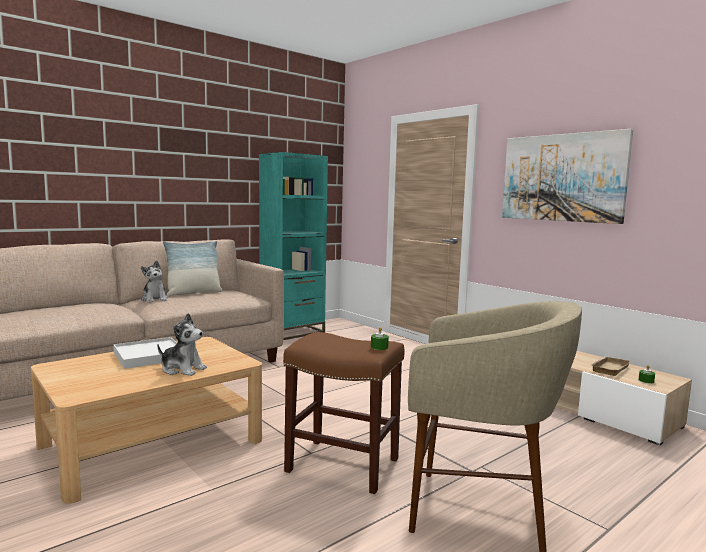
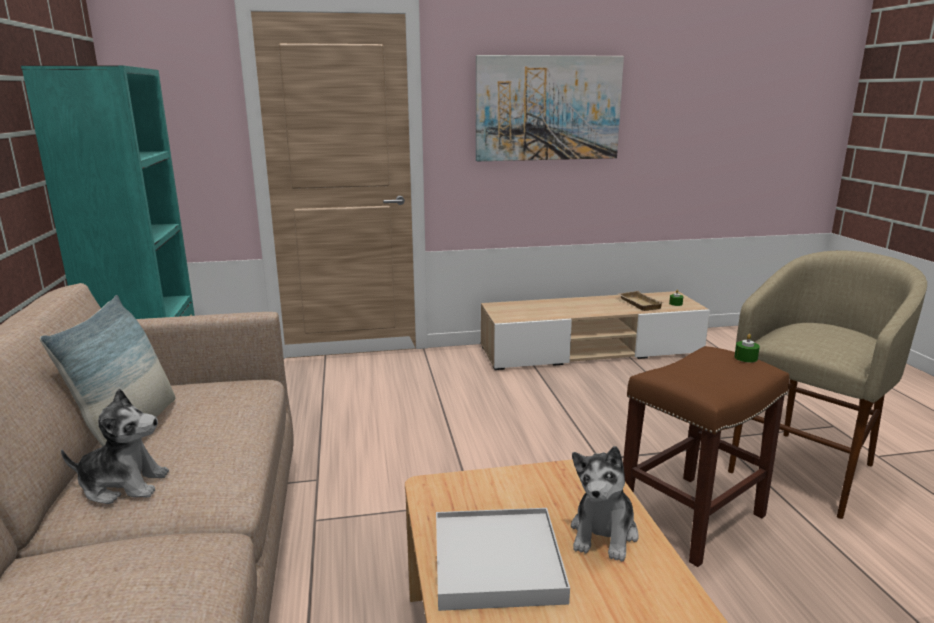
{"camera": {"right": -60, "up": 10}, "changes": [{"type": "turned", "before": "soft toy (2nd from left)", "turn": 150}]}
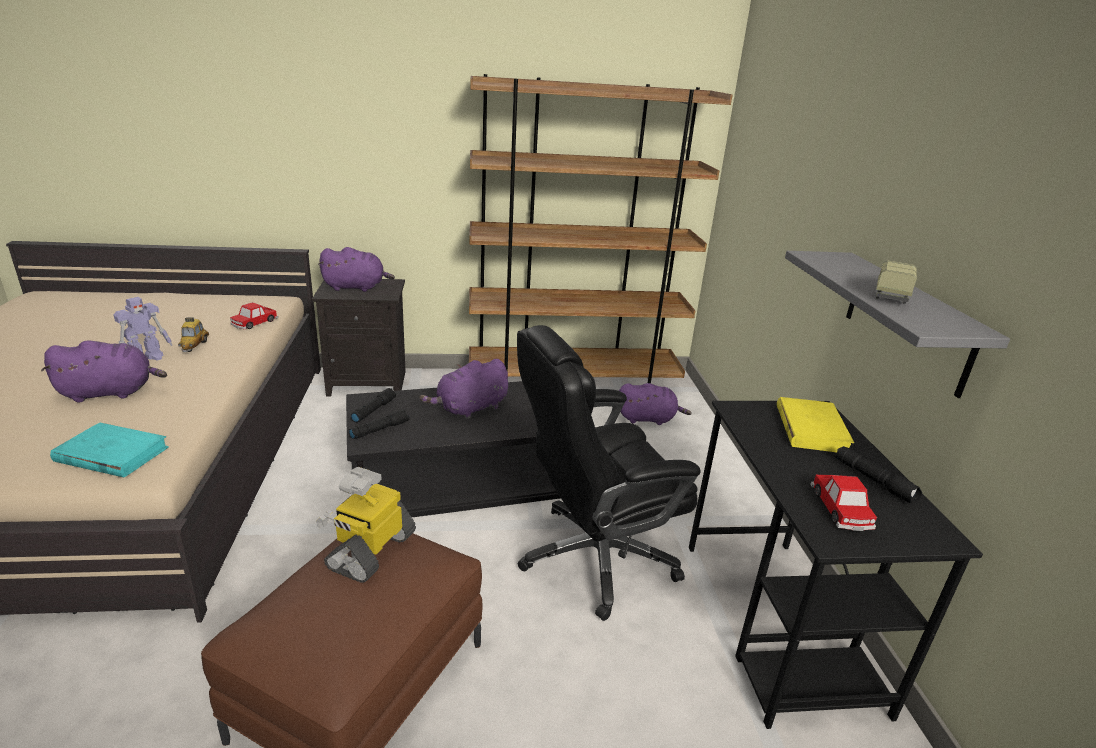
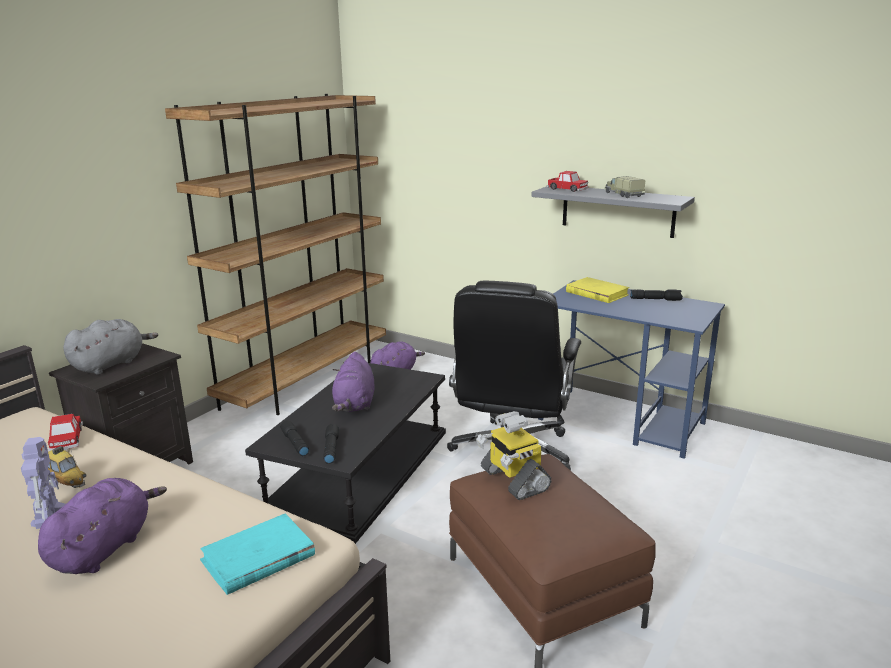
{"camera": {"right": -50, "up": -5}, "changes": [{"type": "recoloured", "before": "purple soft toy (2nd from left)", "after": "greyish soft toy"}, {"type": "recoloured", "before": "black-coloured desk table", "after": "blue desk table"}, {"type": "moved", "before": "toy car (3rd from left)"}]}
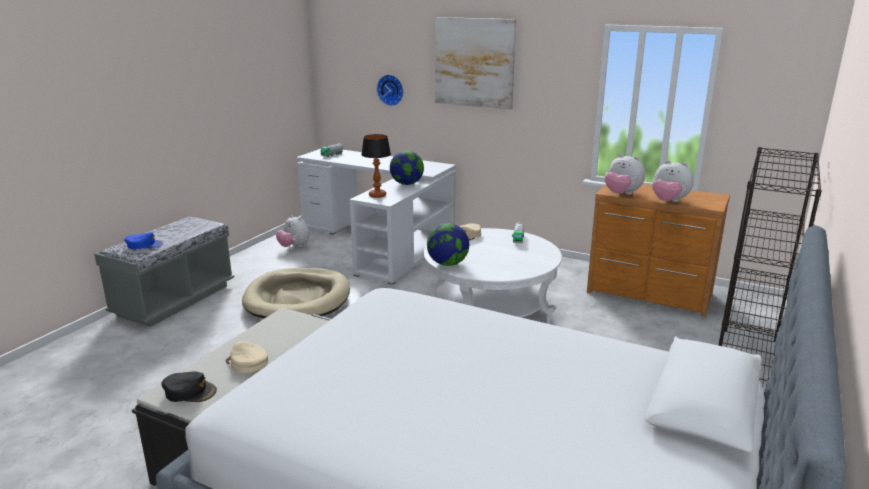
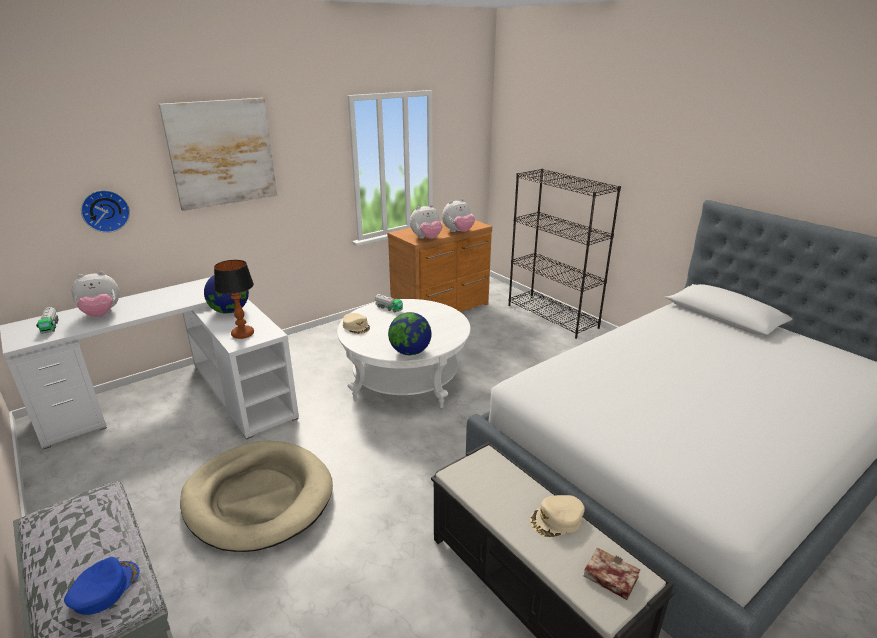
{"camera": {"right": -65, "up": 5}, "changes": [{"type": "moved", "before": "soft toy (1st from left)"}, {"type": "replaced", "before": "black-coloured cap", "after": "bound book"}]}
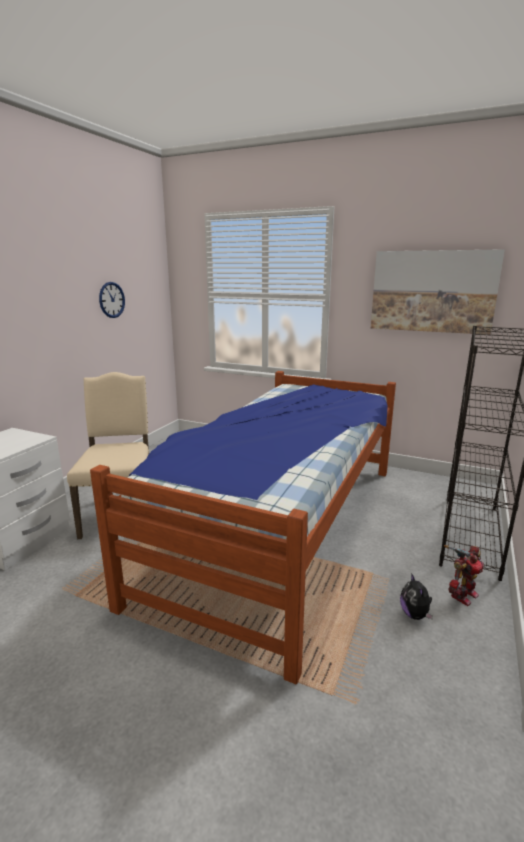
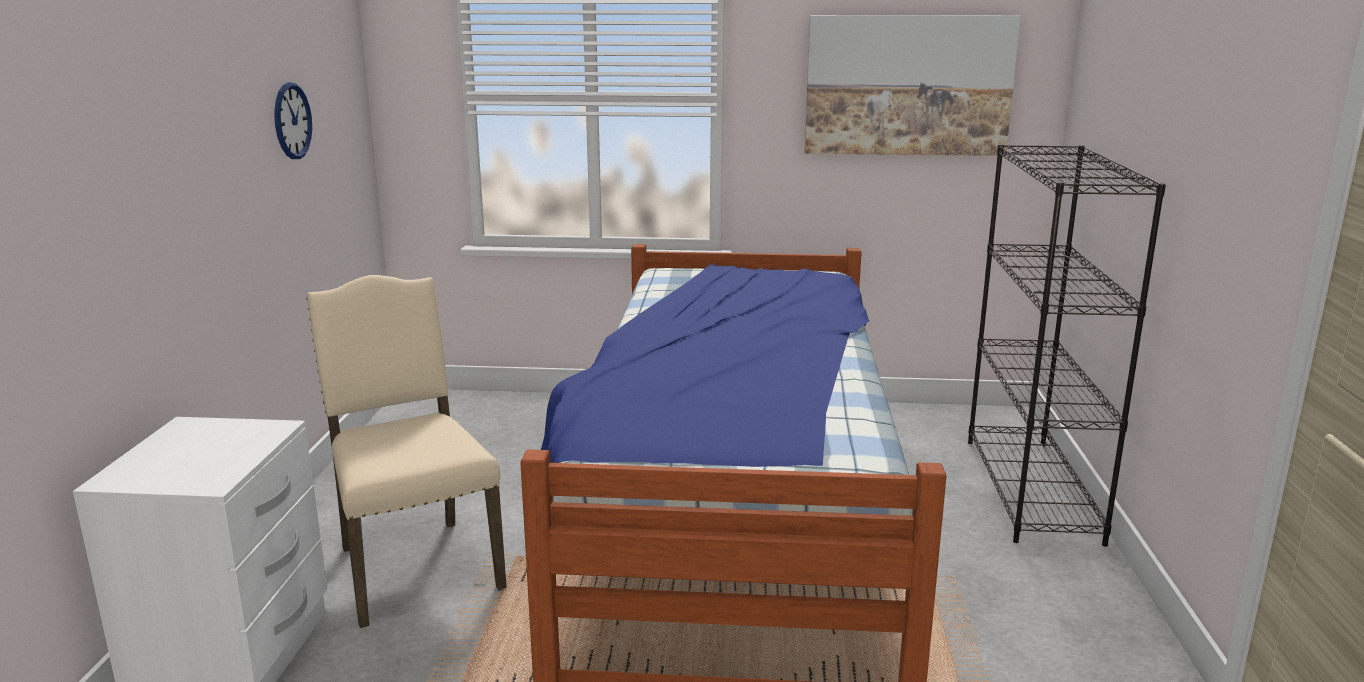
{"camera": {"right": -20, "up": 0}, "changes": [{"type": "removed", "before": "soft toy"}, {"type": "removed", "before": "robot figure"}]}
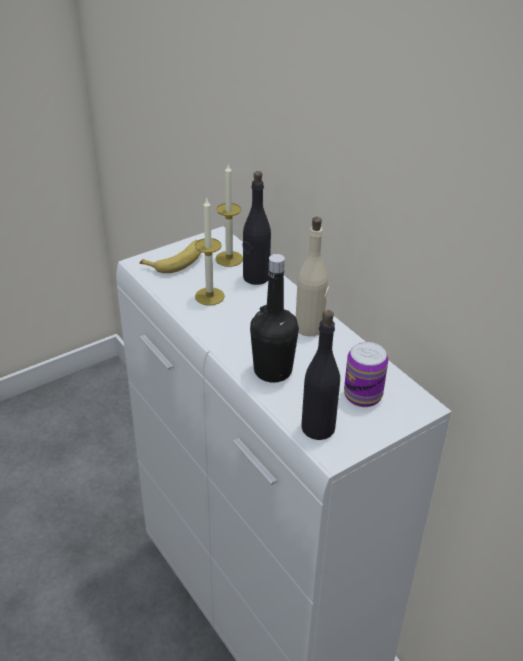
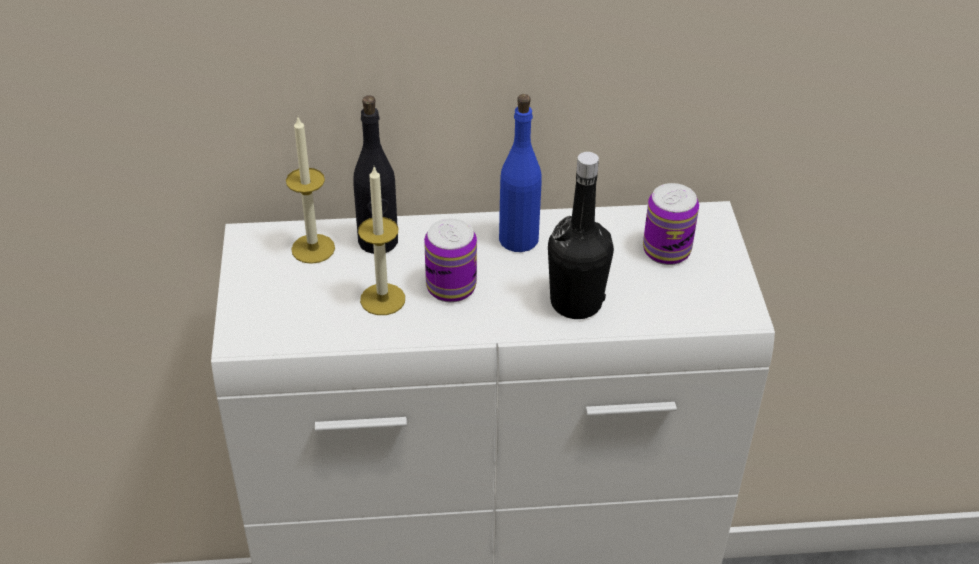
{"camera": {"right": -60, "up": 5}, "changes": [{"type": "added", "after": "sealed can (1st from left)"}, {"type": "recoloured", "before": "beige bottle", "after": "blue bottle"}, {"type": "removed", "before": "whole banana"}, {"type": "removed", "before": "black-coloured bottle (3rd from left)"}]}
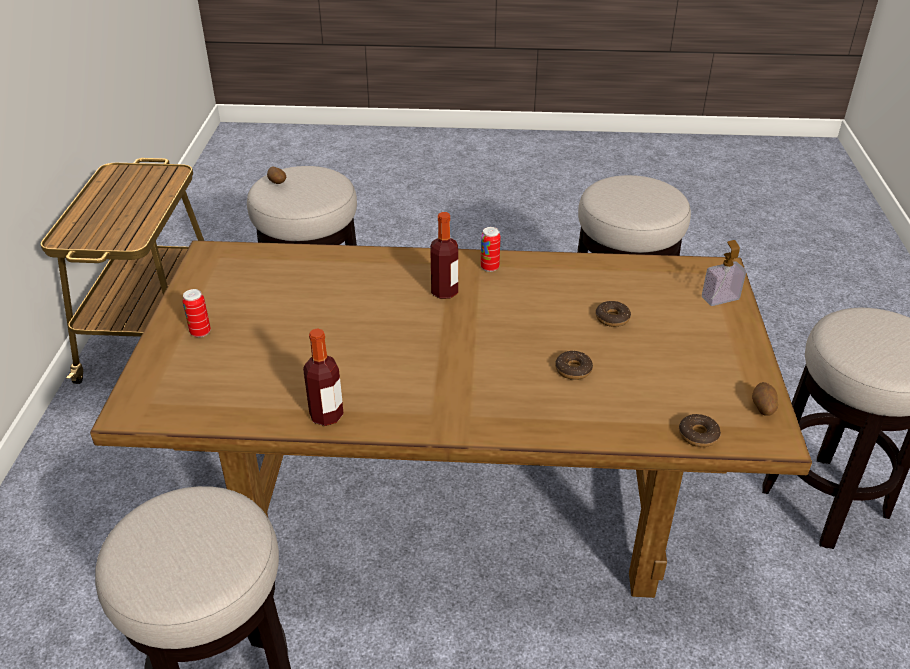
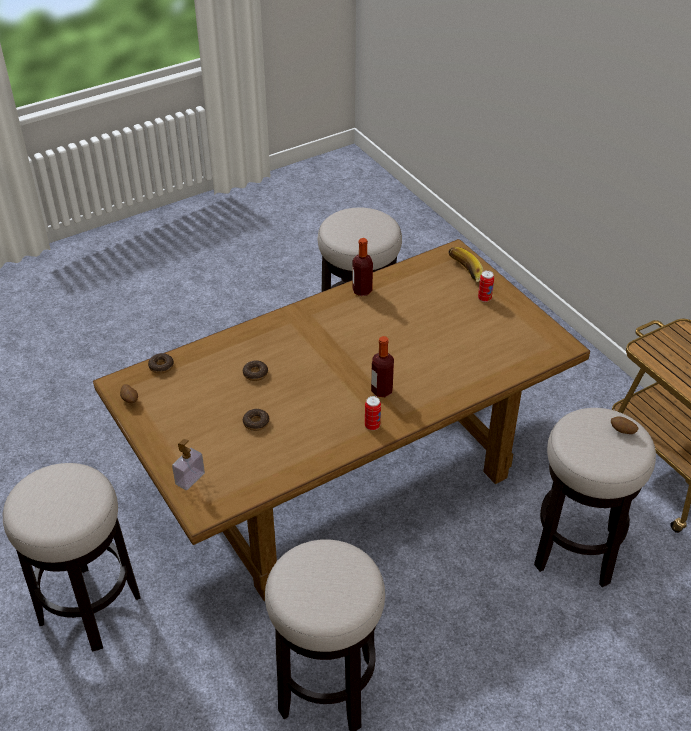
{"camera": {"right": 145, "up": 5}, "changes": [{"type": "added", "after": "whole banana"}]}
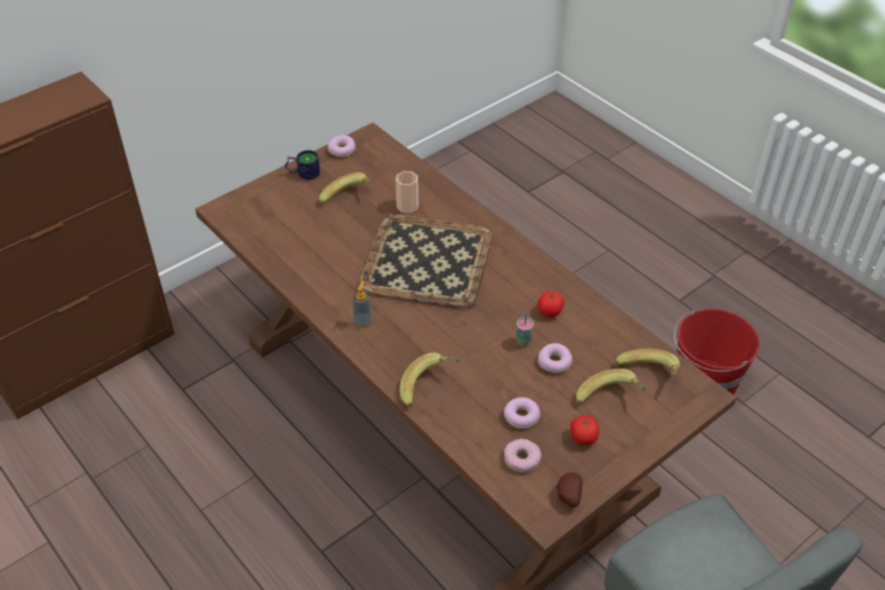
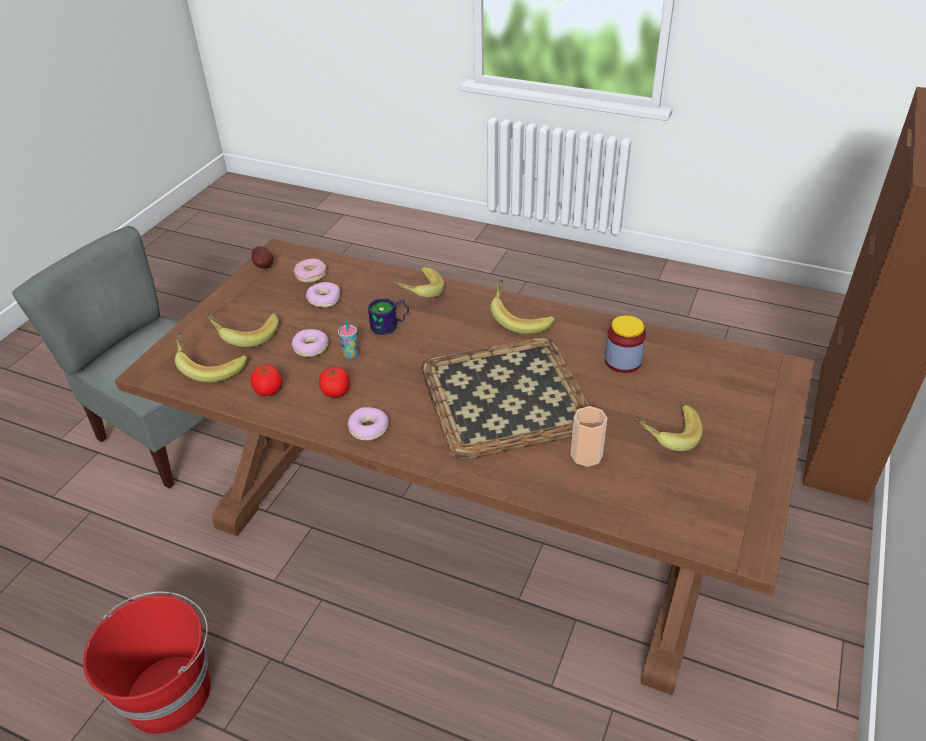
{"camera": {"right": 155, "up": -5}, "changes": [{"type": "moved", "before": "whole tomato (2nd from left in the first image)", "after": "whole tomato (1st from left)"}, {"type": "moved", "before": "ring doughnut (1st from left in the first image)", "after": "ring doughnut (4th from left)"}, {"type": "moved", "before": "tea mug"}, {"type": "replaced", "before": "soap dispenser", "after": "whole banana (4th from left)"}, {"type": "added", "after": "jar"}]}
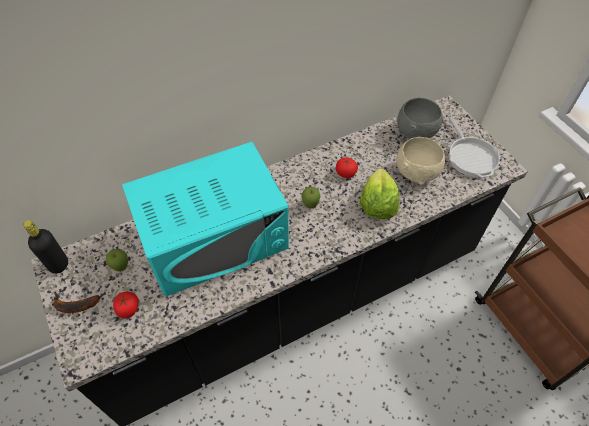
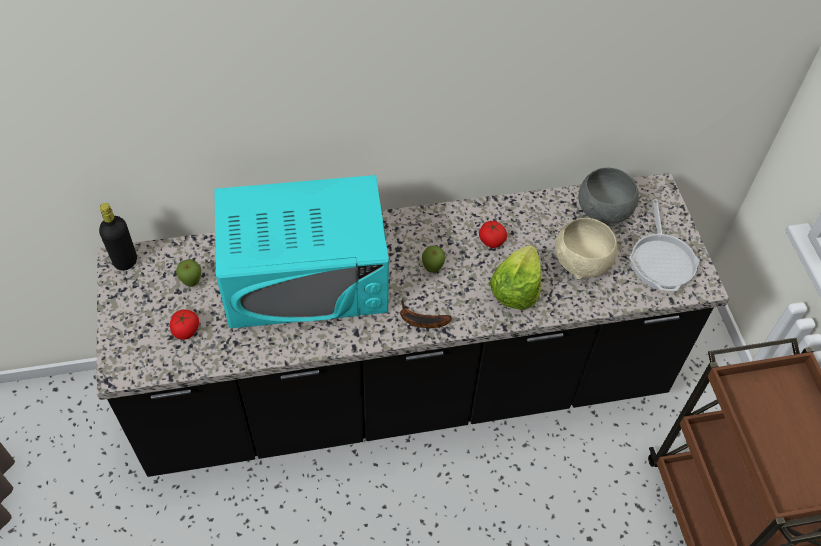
{"camera": {"right": 15, "up": 0}, "changes": [{"type": "moved", "before": "whole banana"}]}
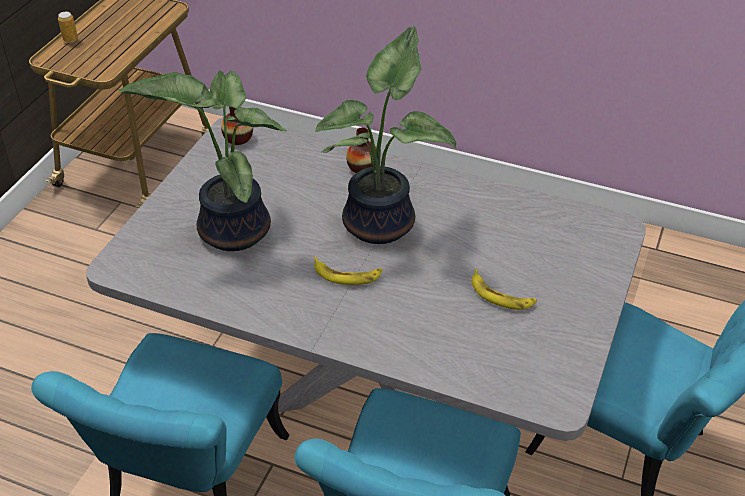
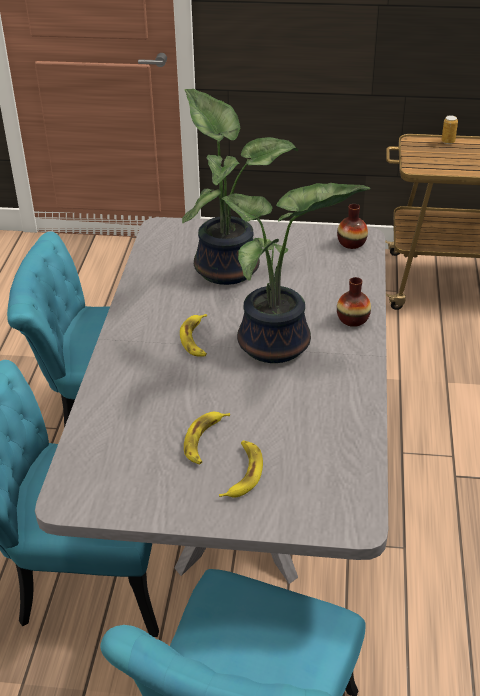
{"camera": {"right": 75, "up": -5}, "changes": [{"type": "added", "after": "whole banana (3rd from left)"}]}
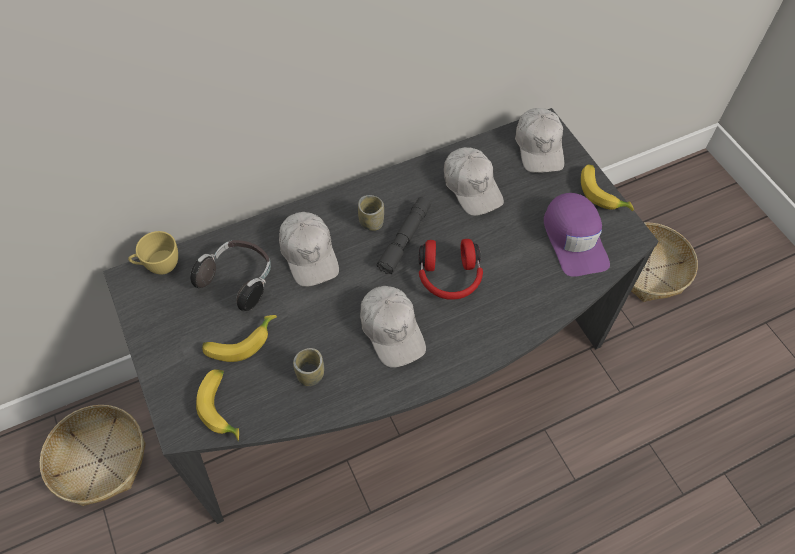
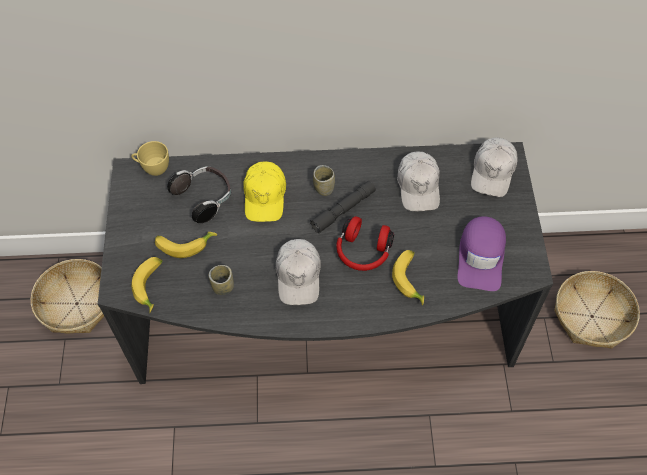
{"camera": {"right": 25, "up": 0}, "changes": [{"type": "recoloured", "before": "white cap (1st from left)", "after": "yellow-coloured cap"}, {"type": "moved", "before": "whole banana (3rd from left)"}]}
